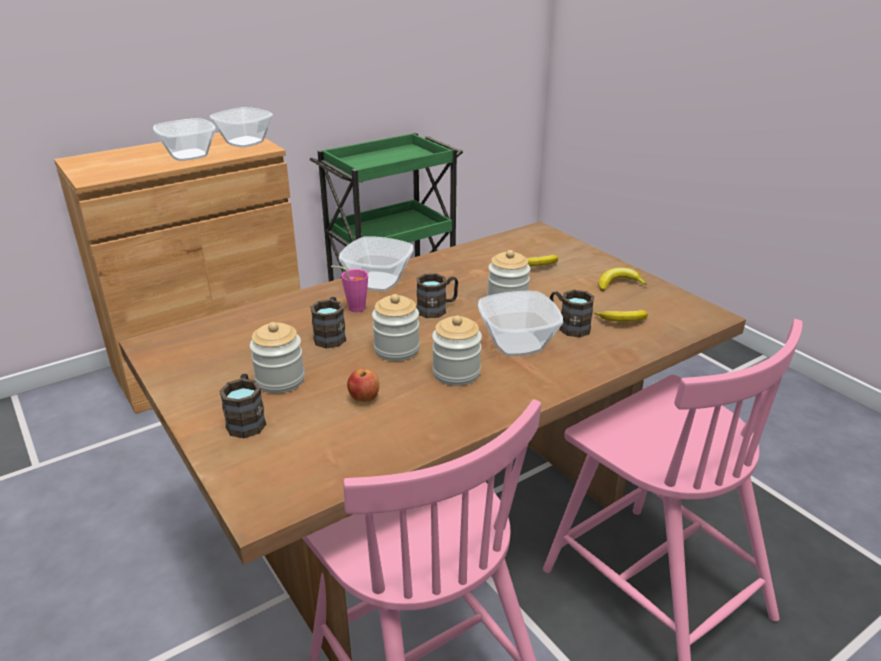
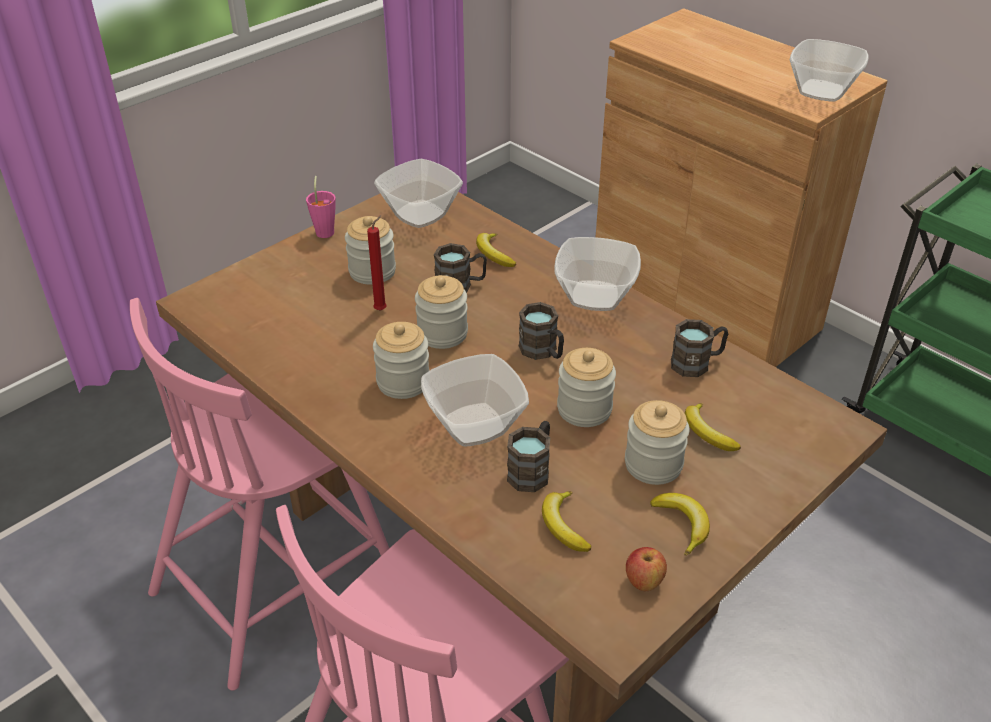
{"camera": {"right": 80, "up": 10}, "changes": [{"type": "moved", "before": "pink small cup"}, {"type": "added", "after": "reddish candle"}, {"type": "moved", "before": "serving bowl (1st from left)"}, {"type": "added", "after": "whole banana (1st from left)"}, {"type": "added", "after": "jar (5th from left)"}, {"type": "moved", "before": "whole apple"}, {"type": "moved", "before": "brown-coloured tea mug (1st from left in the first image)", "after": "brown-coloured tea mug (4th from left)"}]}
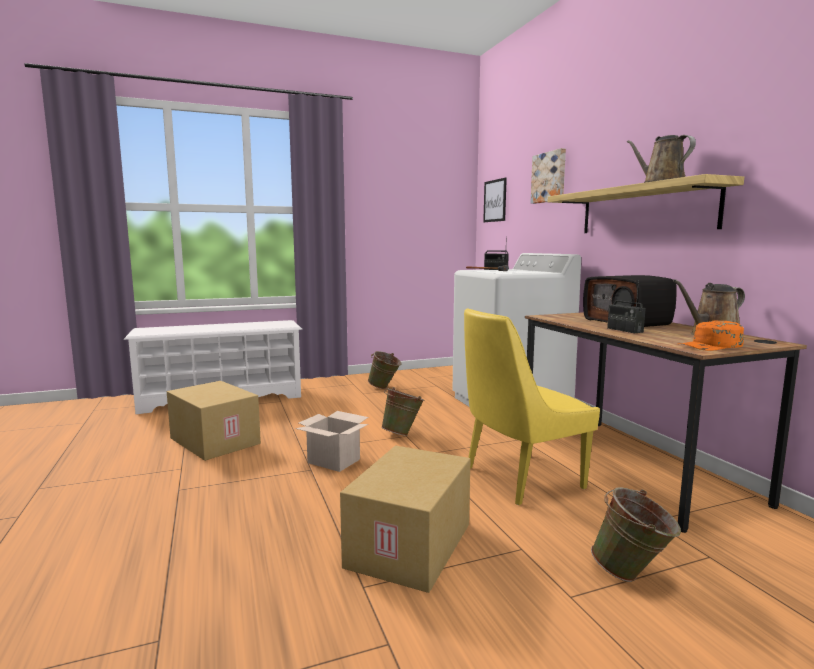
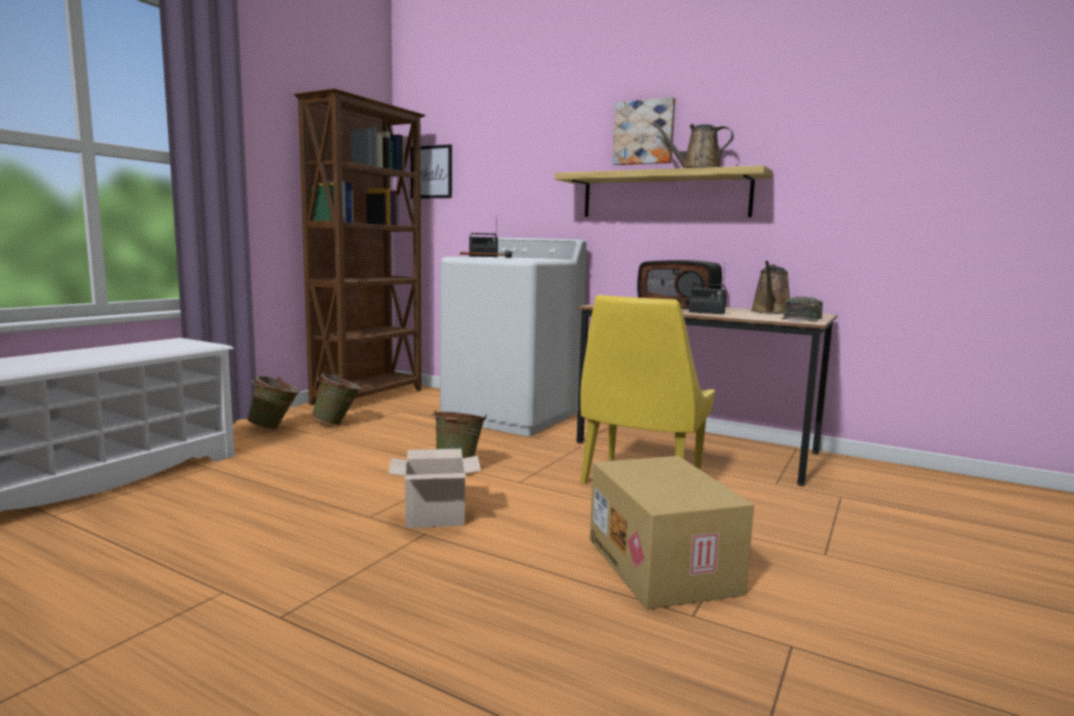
{"camera": {"right": -40, "up": 0}, "changes": [{"type": "moved", "before": "greenish pail (3rd from left in the first image)", "after": "greenish pail (1st from left)"}, {"type": "added", "after": "brown-coloured bookcase"}, {"type": "moved", "before": "picture (2nd from left)"}, {"type": "recoloured", "before": "orangey cap", "after": "greenish cap"}, {"type": "removed", "before": "carton (1st from left)"}]}
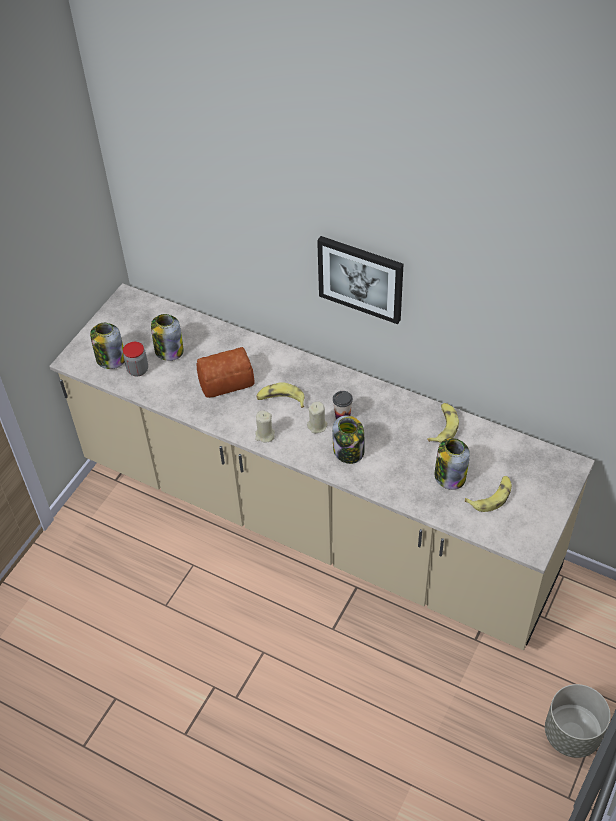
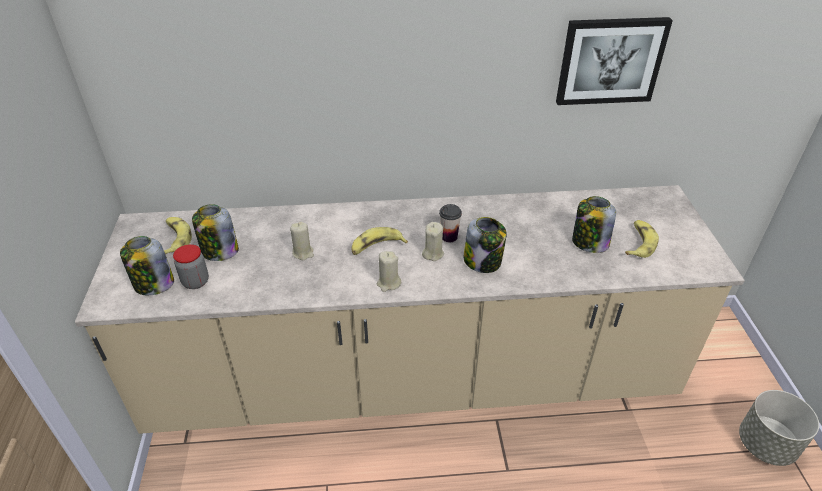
{"camera": {"right": -35, "up": -10}, "changes": [{"type": "moved", "before": "whole banana (2nd from left in the first image)", "after": "whole banana (1st from left)"}, {"type": "replaced", "before": "bakery bread", "after": "beige candle (1st from left)"}, {"type": "moved", "before": "picture"}]}
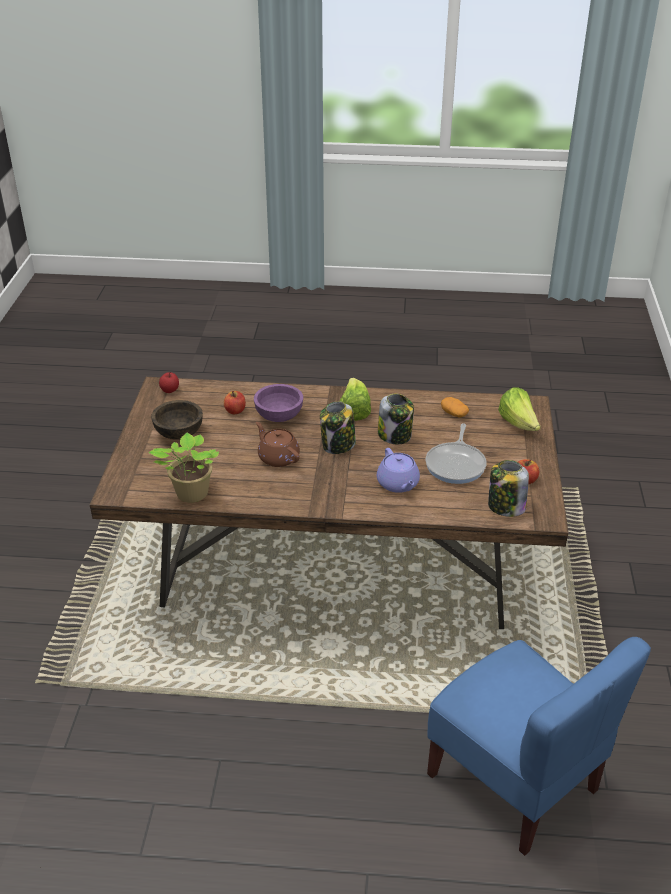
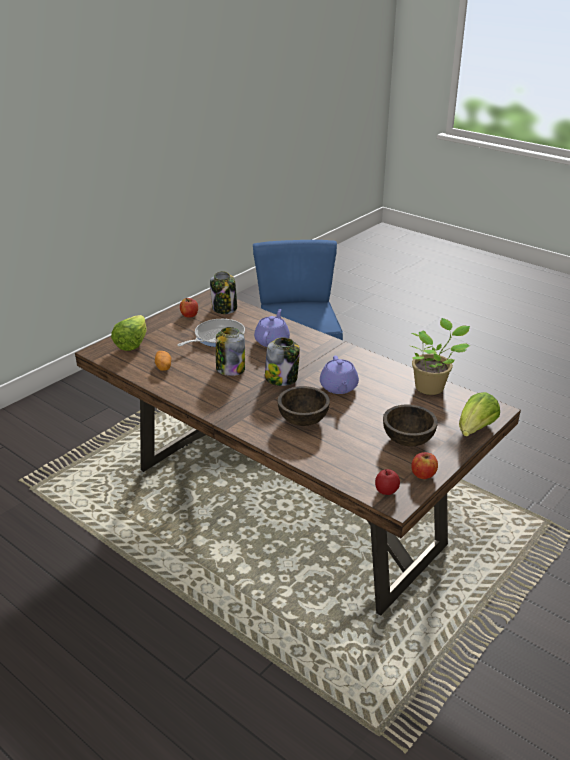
{"camera": {"right": -145, "up": -5}, "changes": [{"type": "recoloured", "before": "purple serving bowl", "after": "brown-coloured serving bowl (1st from left)"}, {"type": "recoloured", "before": "brown-coloured pot for tea", "after": "purple pot for tea (2nd from left)"}, {"type": "moved", "before": "whole apple (2nd from left in the first image)", "after": "whole apple (3rd from left)"}, {"type": "moved", "before": "head of lettuce (1st from left in the first image)", "after": "head of lettuce (2nd from left)"}]}
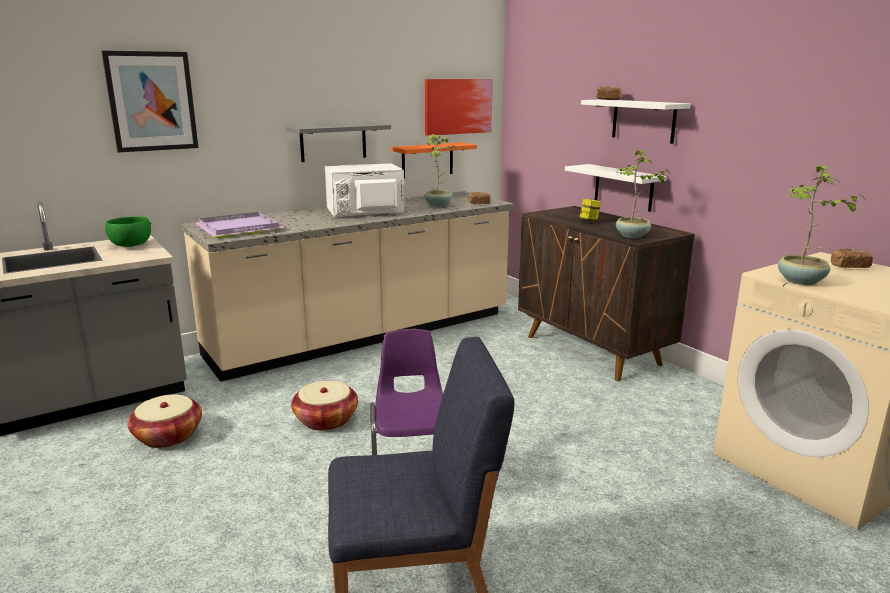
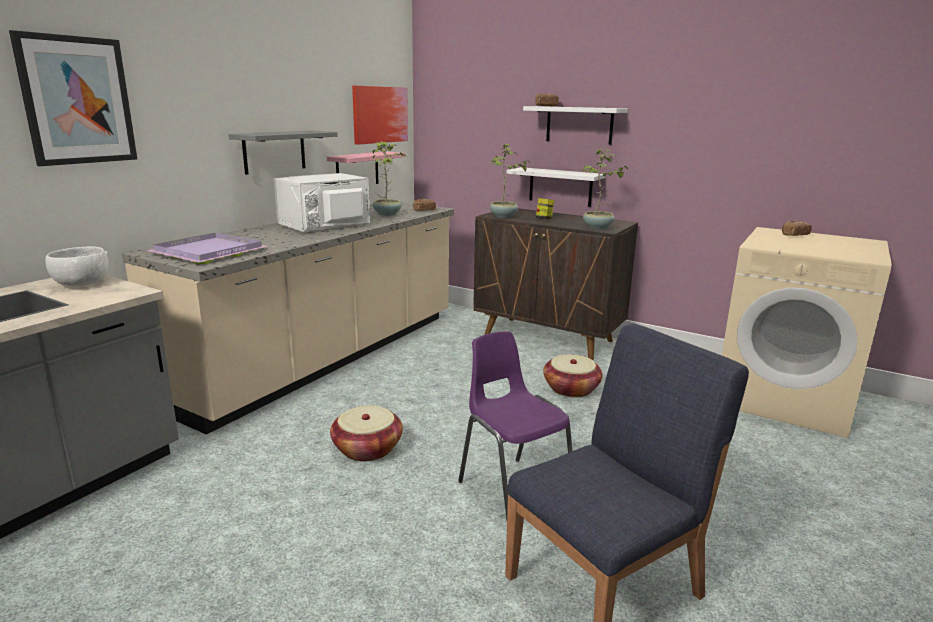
{"camera": {"right": -25, "up": 0}, "changes": [{"type": "recoloured", "before": "greenish serving bowl", "after": "white serving bowl"}, {"type": "recoloured", "before": "orangey wall shelf", "after": "pink wall shelf"}, {"type": "moved", "before": "plant in a pot (3rd from left in the first image)", "after": "plant in a pot (2nd from left)"}, {"type": "moved", "before": "household basket (1st from left in the first image)", "after": "household basket (2nd from left)"}]}
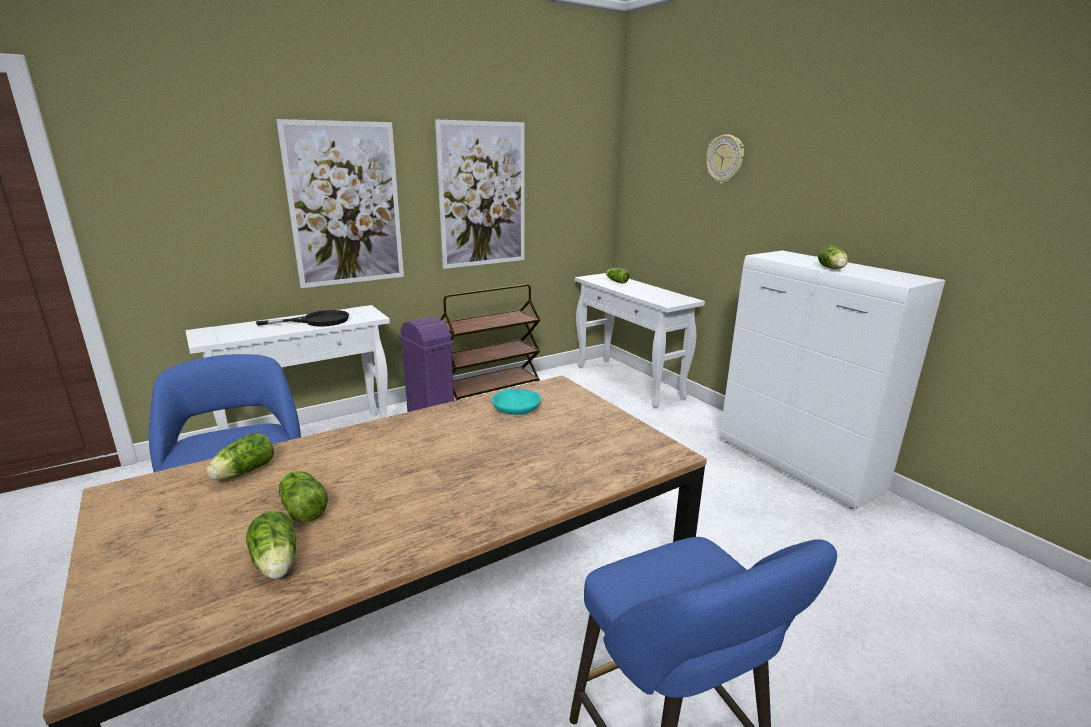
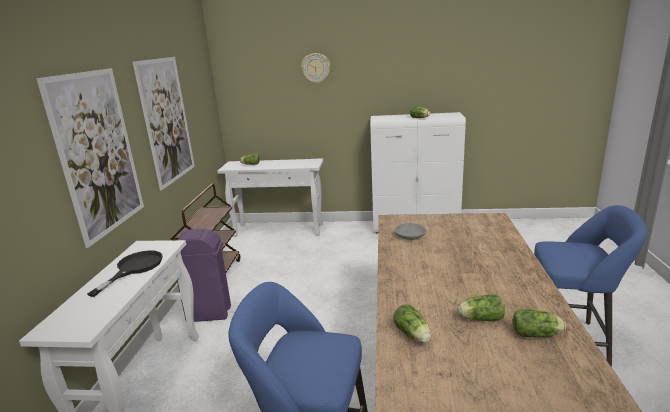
{"camera": {"right": -50, "up": 0}, "changes": [{"type": "recoloured", "before": "turquoise serving bowl", "after": "greyish serving bowl"}]}
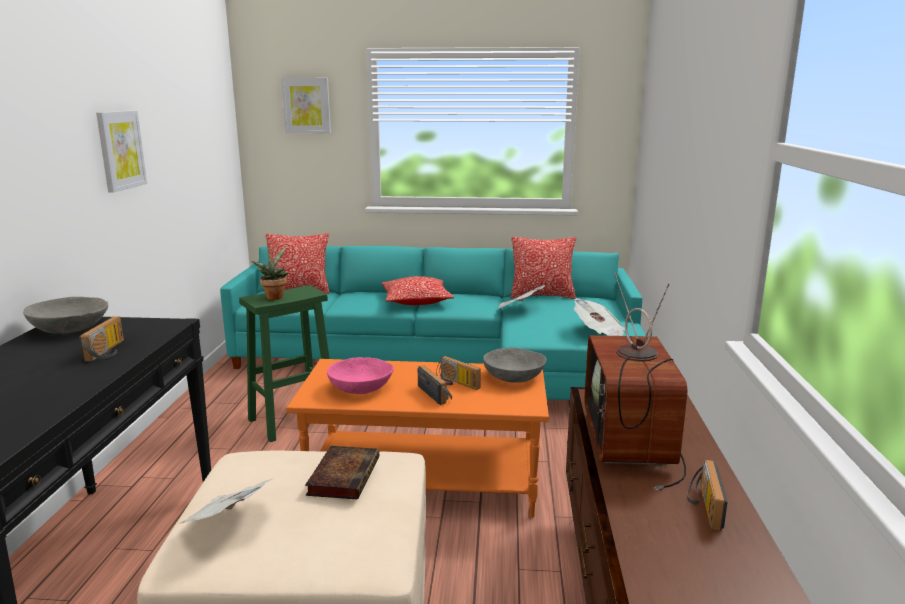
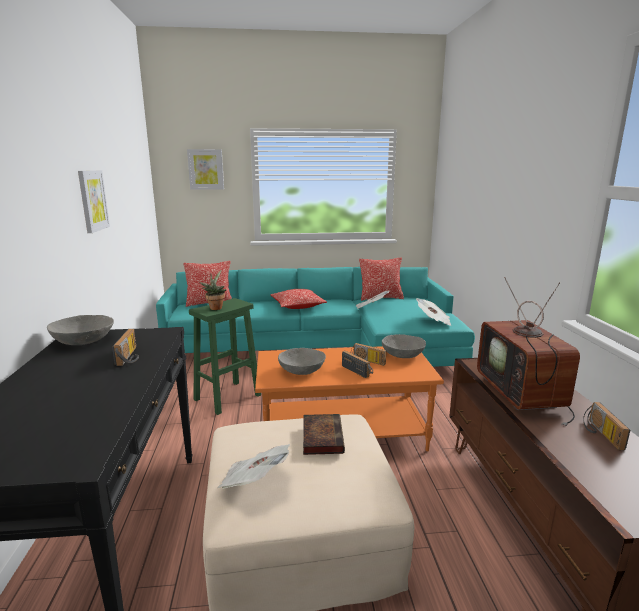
{"camera": {"right": -10, "up": 0}, "changes": [{"type": "recoloured", "before": "pink serving bowl", "after": "greyish serving bowl (2nd from left)"}]}
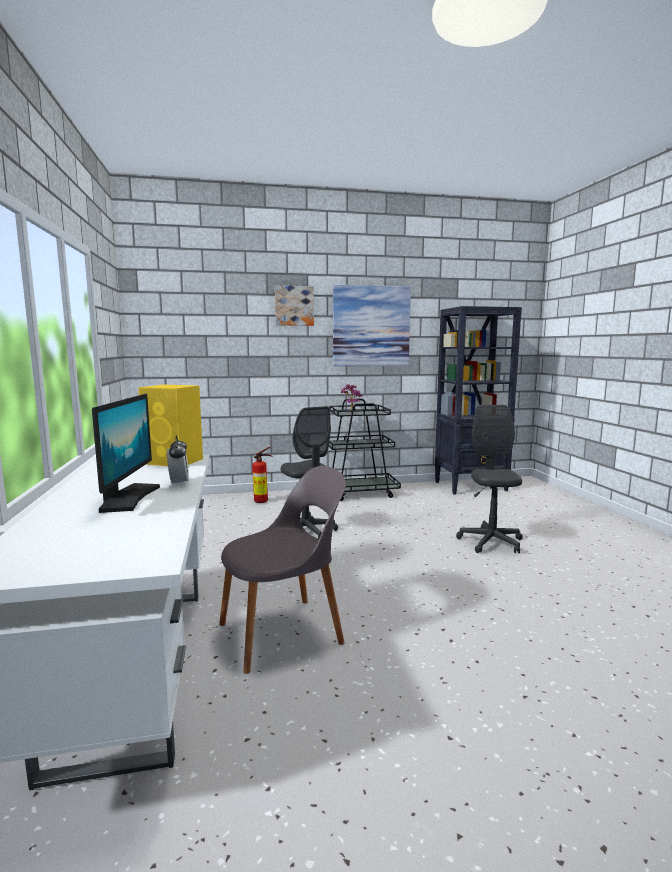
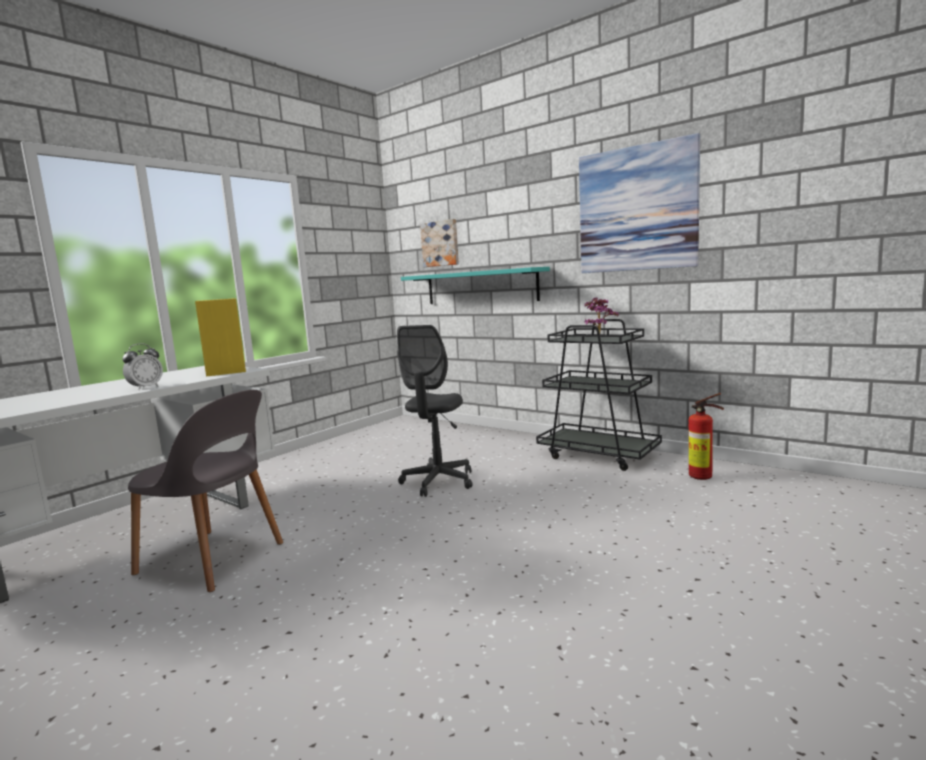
{"camera": {"right": 50, "up": 0}, "changes": [{"type": "added", "after": "turquoise wall shelf"}, {"type": "moved", "before": "picture (1st from left)"}, {"type": "moved", "before": "fire extinguisher"}, {"type": "removed", "before": "computer screen"}, {"type": "removed", "before": "black-coloured bookcase"}, {"type": "removed", "before": "greyish computer chair (2nd from left)"}]}
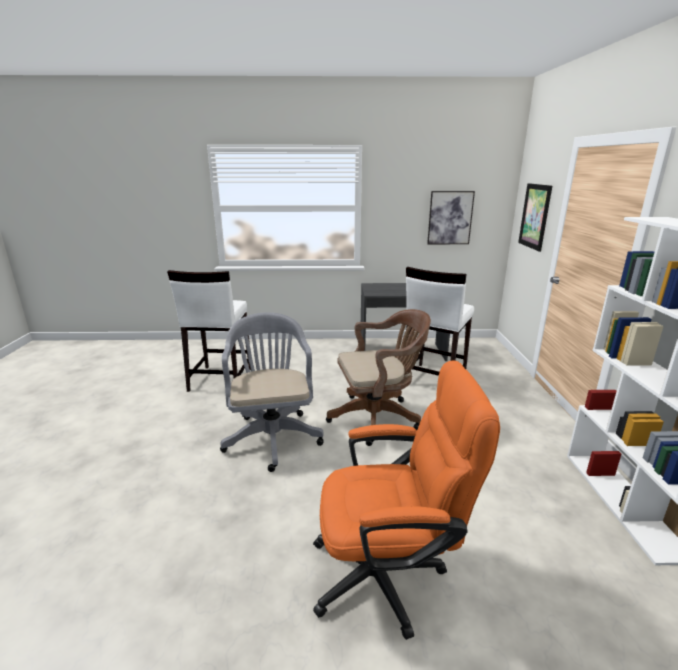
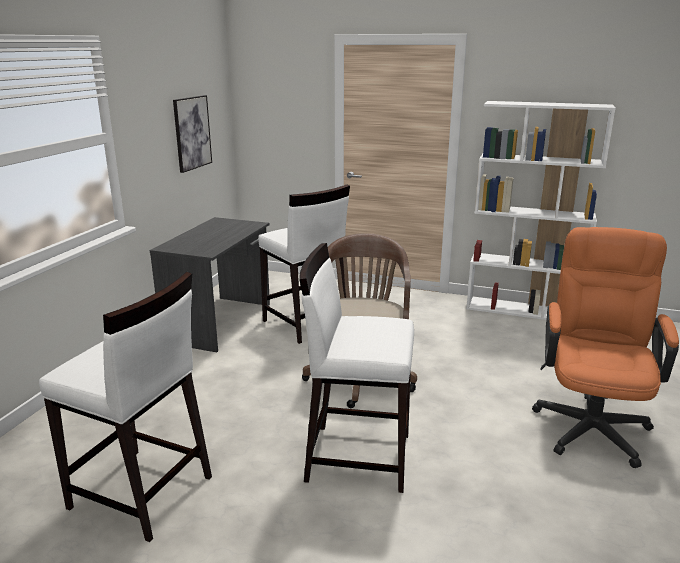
{"camera": {"right": -70, "up": 0}, "changes": [{"type": "replaced", "before": "greyish computer chair", "after": "white stool seat (3rd from left)"}, {"type": "removed", "before": "picture (2nd from left)"}]}
